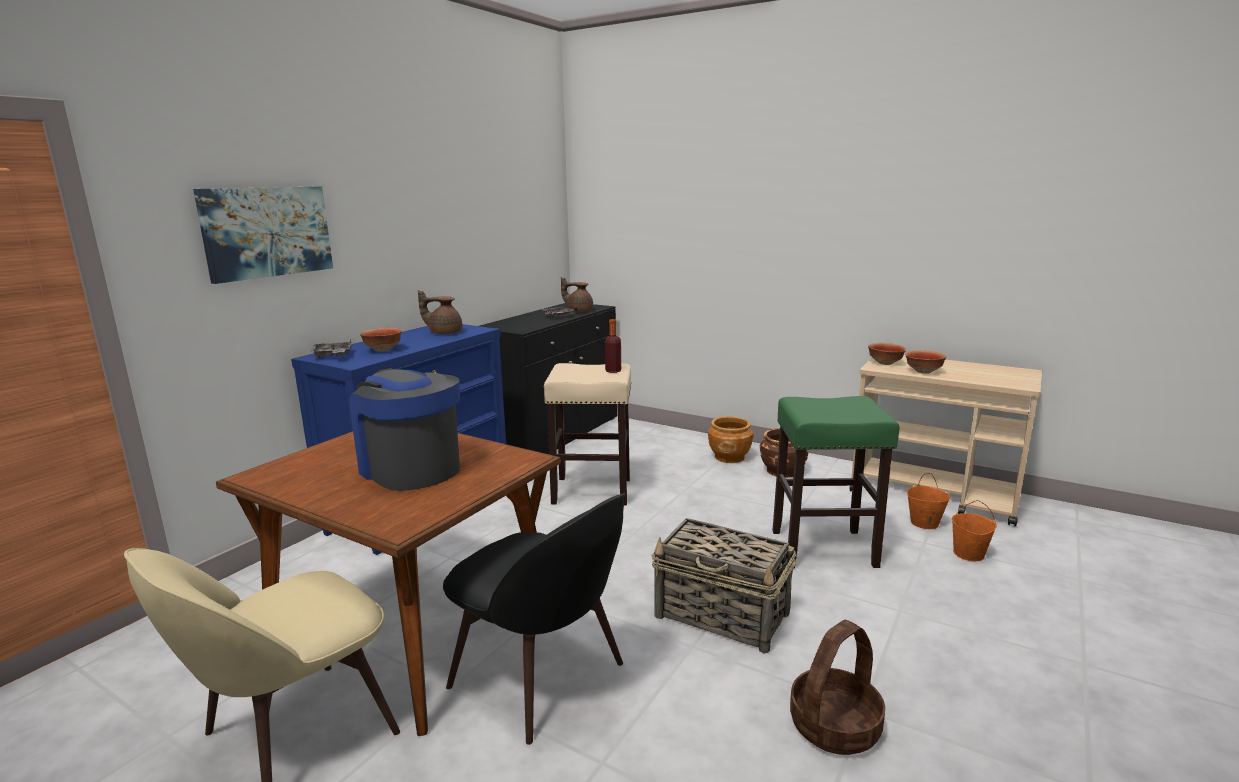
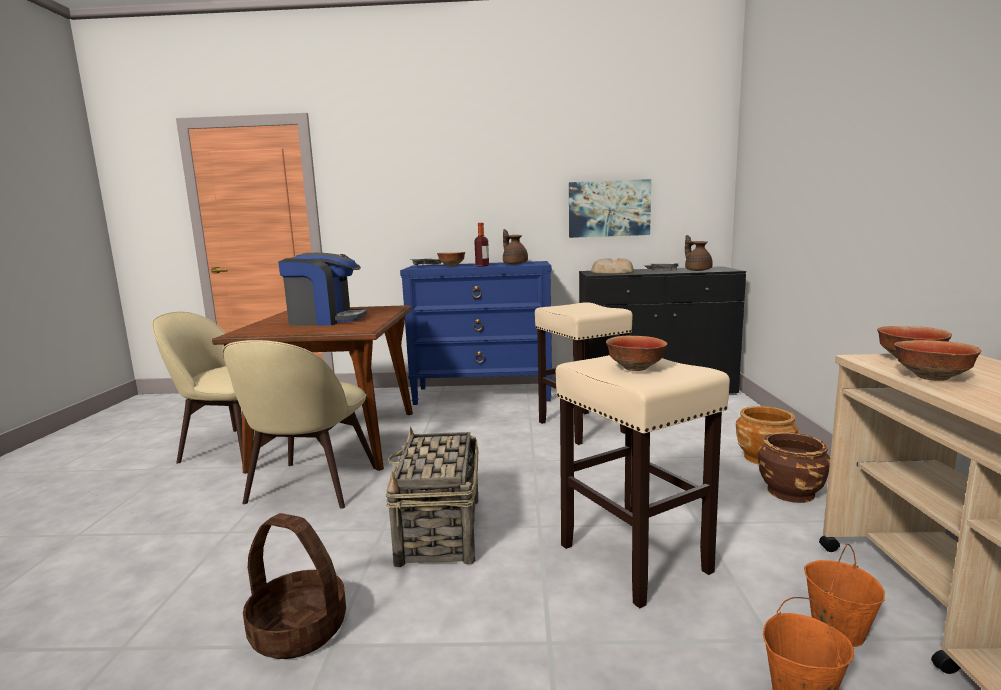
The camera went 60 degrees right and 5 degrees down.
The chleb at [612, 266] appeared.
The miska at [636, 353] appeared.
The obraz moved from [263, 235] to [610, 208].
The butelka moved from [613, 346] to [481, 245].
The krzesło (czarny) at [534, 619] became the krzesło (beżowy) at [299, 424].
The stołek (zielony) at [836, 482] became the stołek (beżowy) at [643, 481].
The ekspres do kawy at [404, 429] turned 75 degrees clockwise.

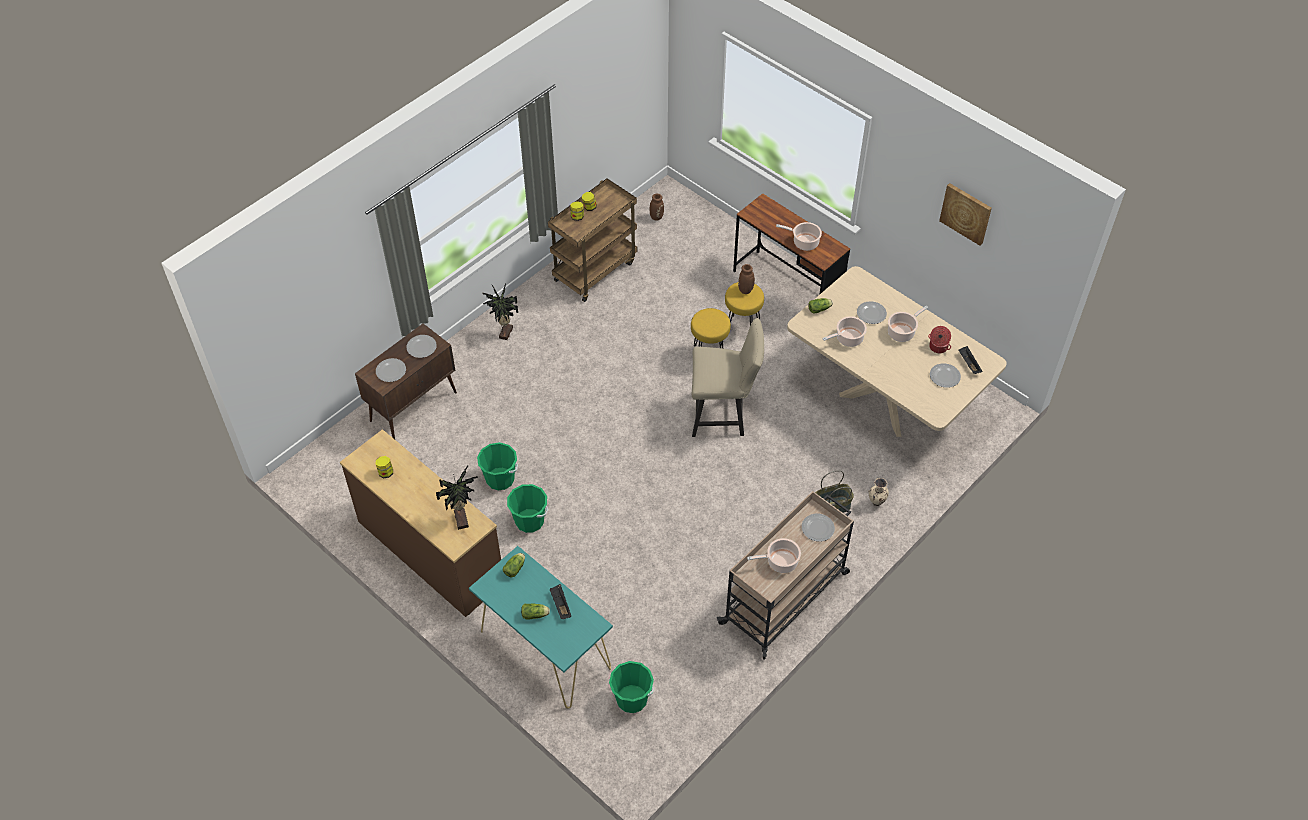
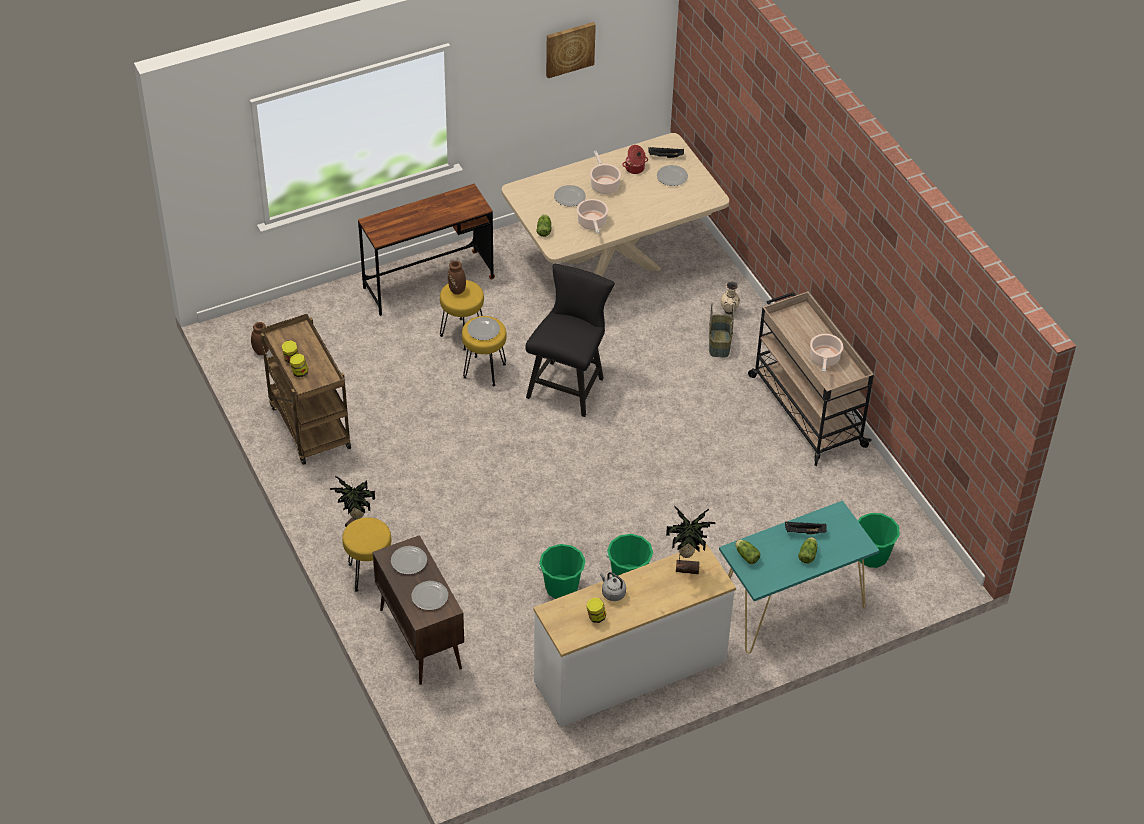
The camera went 70 degrees left and 5 degrees down.
The garnek at [799, 236] disappeared.
The stołek (żółty) at [366, 554] appeared.
The czajnik (szary) at [613, 586] appeared.
The talerz moved from [818, 527] to [483, 328].
The komoda (brązowy) at [420, 523] became the komoda (biały) at [634, 635].
The krzesło (beżowy) at [728, 377] became the krzesło (czarny) at [570, 340].

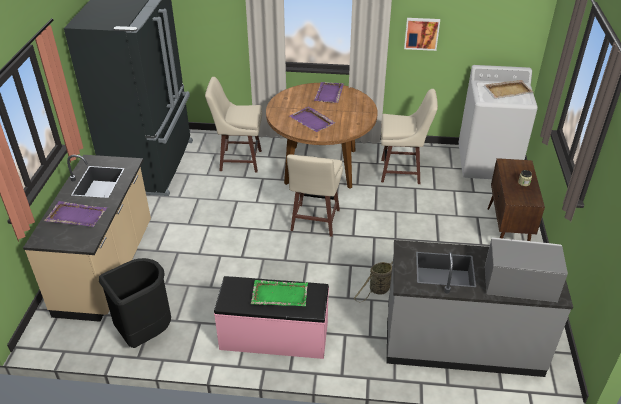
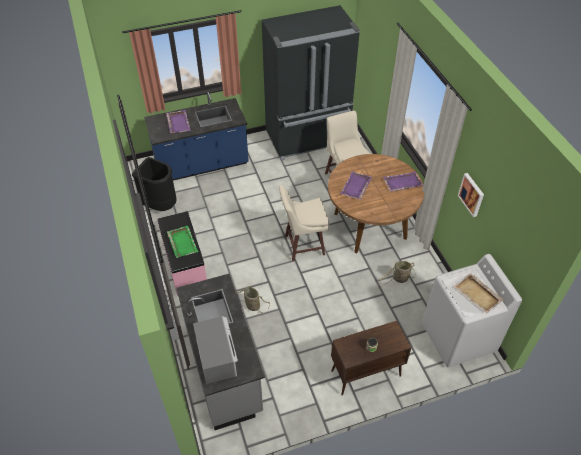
The camera went 65 degrees right and 10 degrees up.
The stołek (beżowy) at [409, 136] was replaced by the koszyk at [397, 272].
The zabudowa kuchenna (beżowy) at [87, 238] became the zabudowa kuchenna (niebieski) at [196, 136].

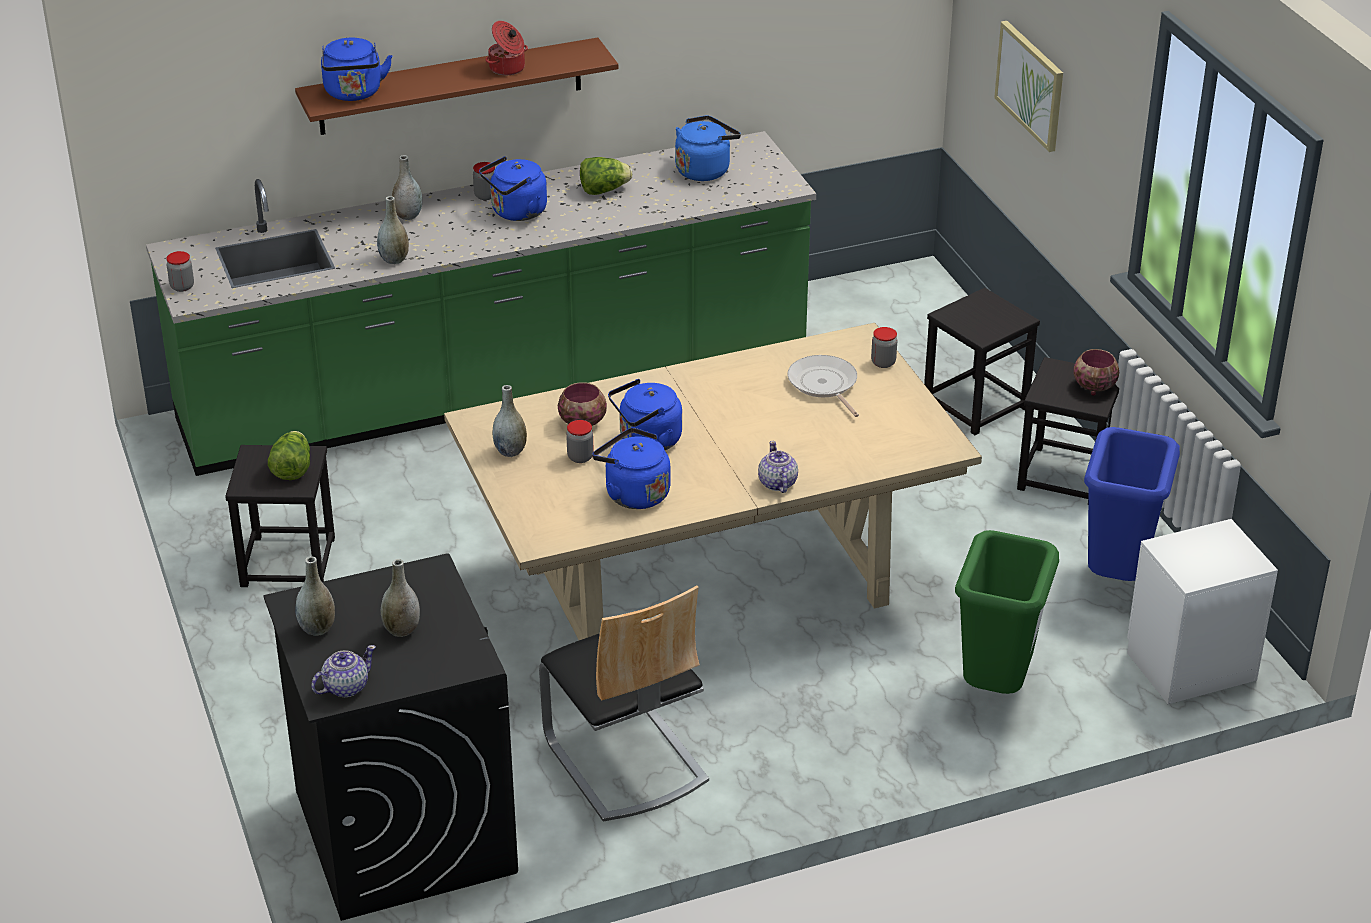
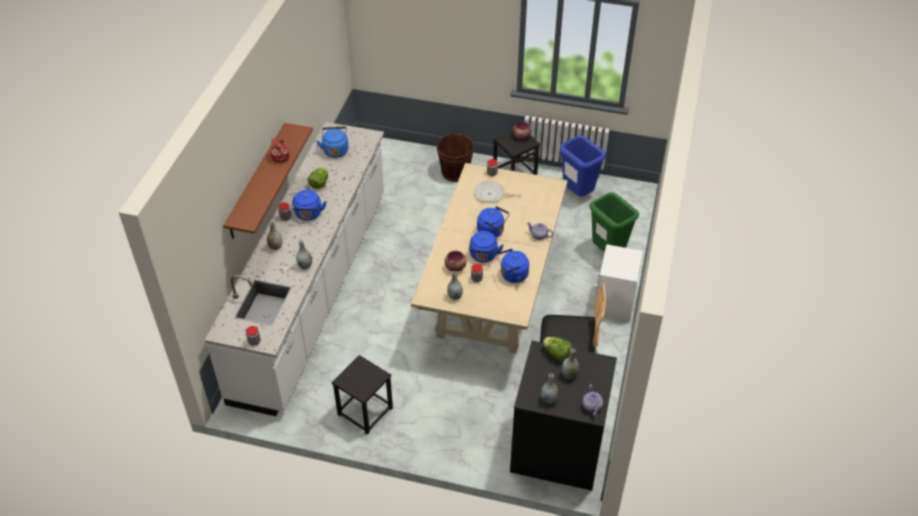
The camera went 55 degrees left and 10 degrees up.
The obraz at [1028, 86] disappeared.
The sałata moved from [289, 455] to [557, 349].
The czajnik (niebieski) moved from [356, 69] to [493, 222].
The szafka nocna (biały) moved from [1202, 611] to [619, 283].
The stołek (czarny) at [982, 361] was replaced by the wiadro (brązowy) at [455, 158].
The zabudowa kuchenna (zielony) at [481, 303] became the zabudowa kuchenna (biały) at [294, 269].

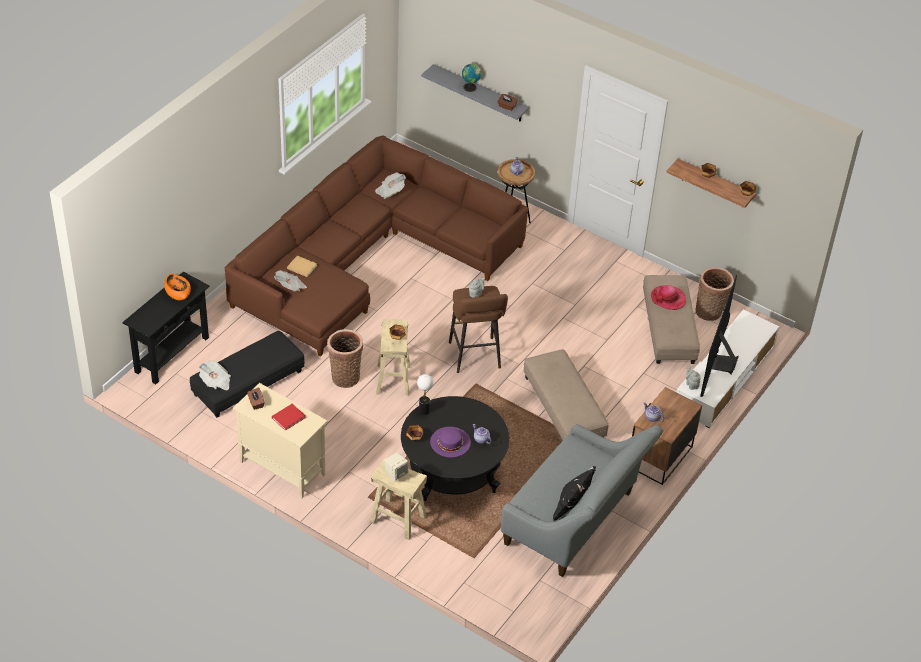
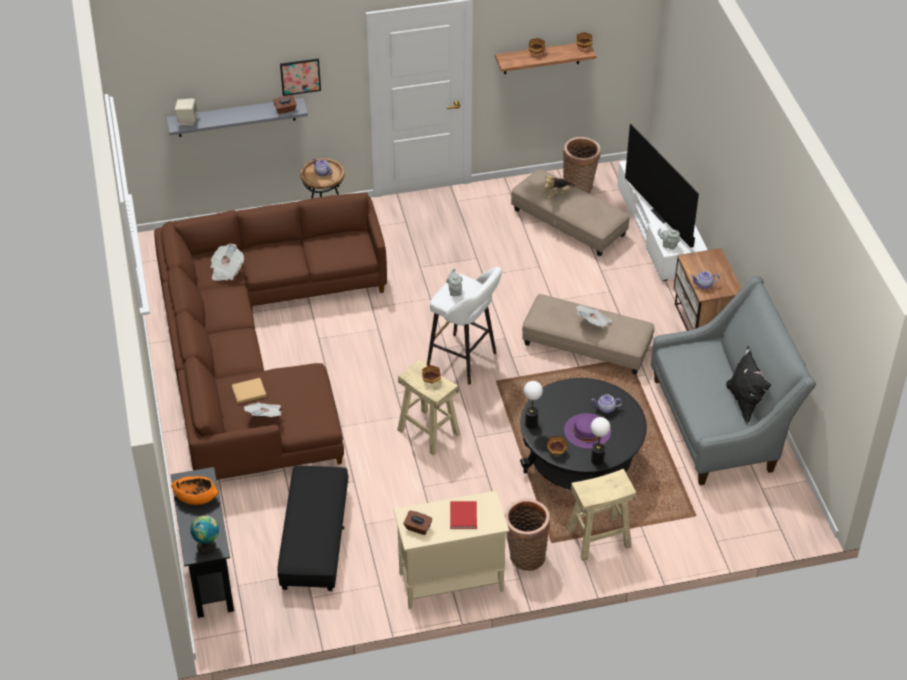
The camera went 45 degrees left and 0 degrees up.
The obraz at [300, 77] appeared.
The lampa stołowa at [600, 441] appeared.
The gazeta moved from [215, 375] to [594, 316].
The koszyk moved from [345, 358] to [527, 534].
The głośnik (beżowy) moved from [397, 467] to [186, 112].
The globus moved from [471, 78] to [204, 534].
The kapelusz at [668, 297] was replaced by the pluszak at [558, 187].
The stołek (brązowy) at [478, 329] became the stołek (biały) at [464, 326].

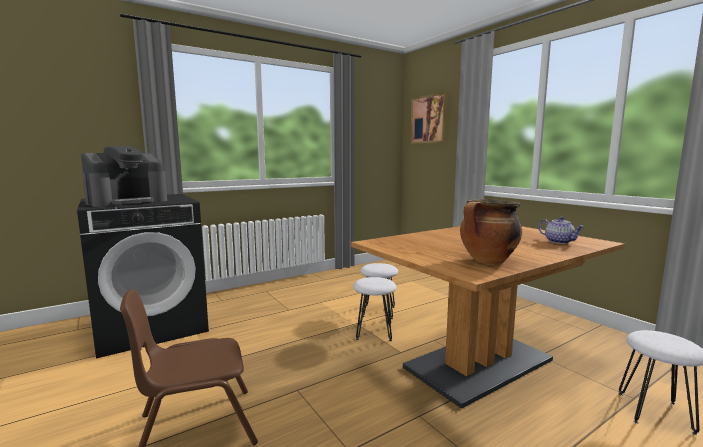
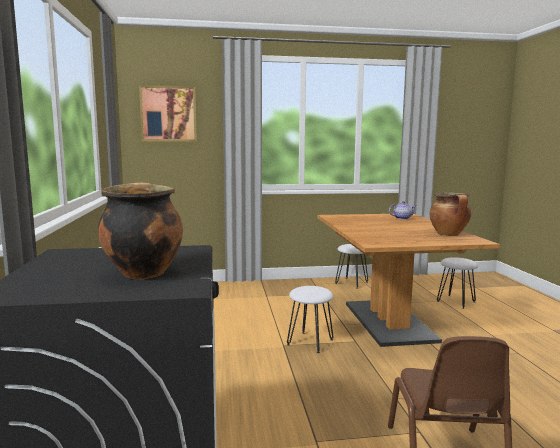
The camera went 65 degrees left and 0 degrees up.
The stołek (biały) moved from [379, 291] to [351, 266].
The ekspres do kawy at [124, 176] was replaced by the garnek at [140, 230].

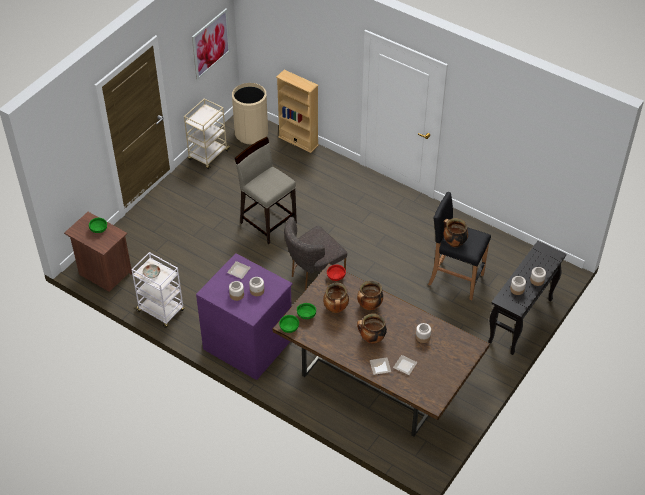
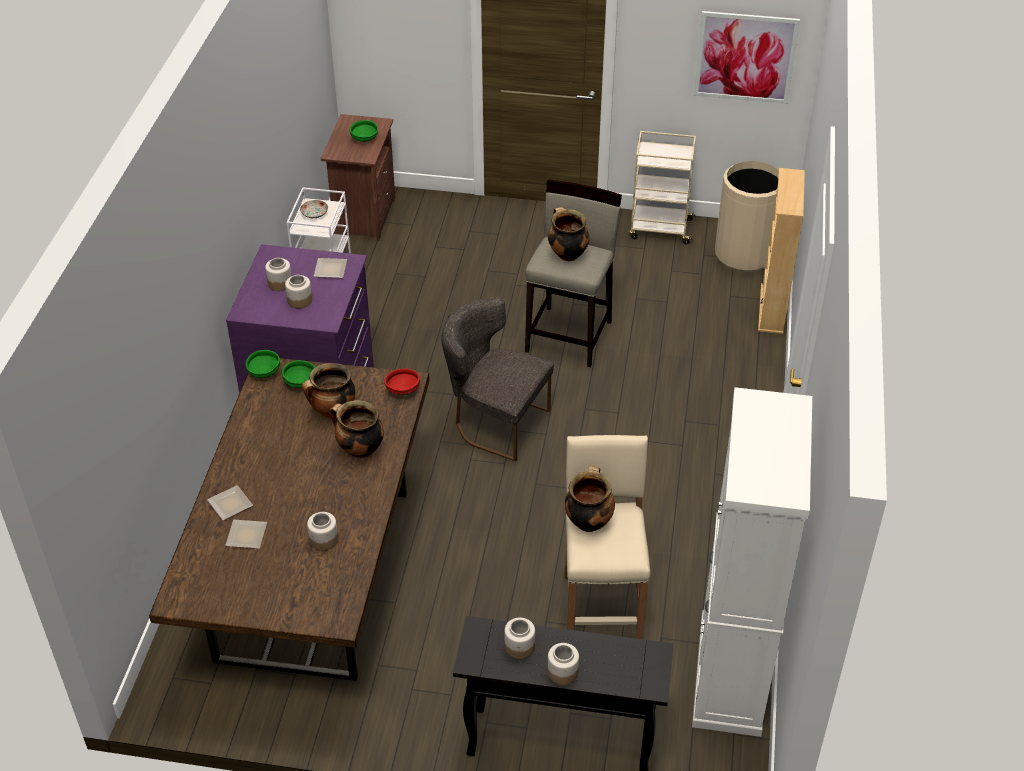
The camera went 65 degrees right and 5 degrees down.
The szafka (biały) at [752, 562] appeared.
The garnek moved from [372, 328] to [568, 234].
The stołek (czarny) at [459, 246] became the stołek (beżowy) at [607, 537].

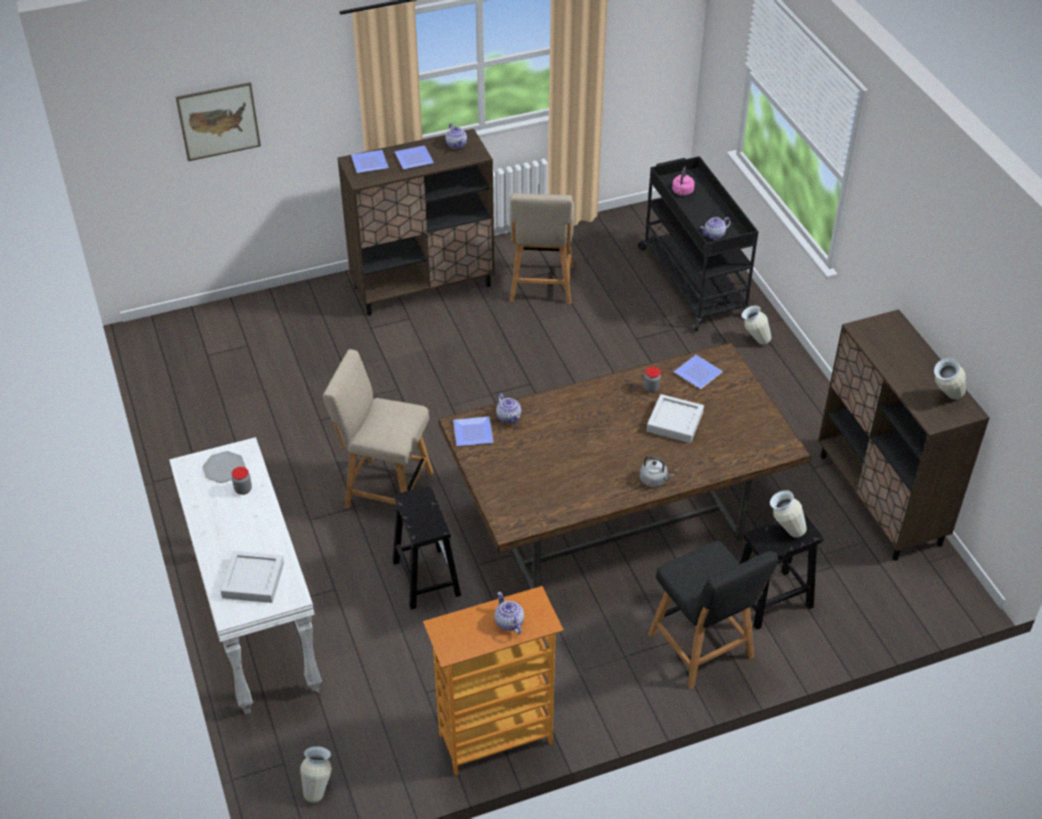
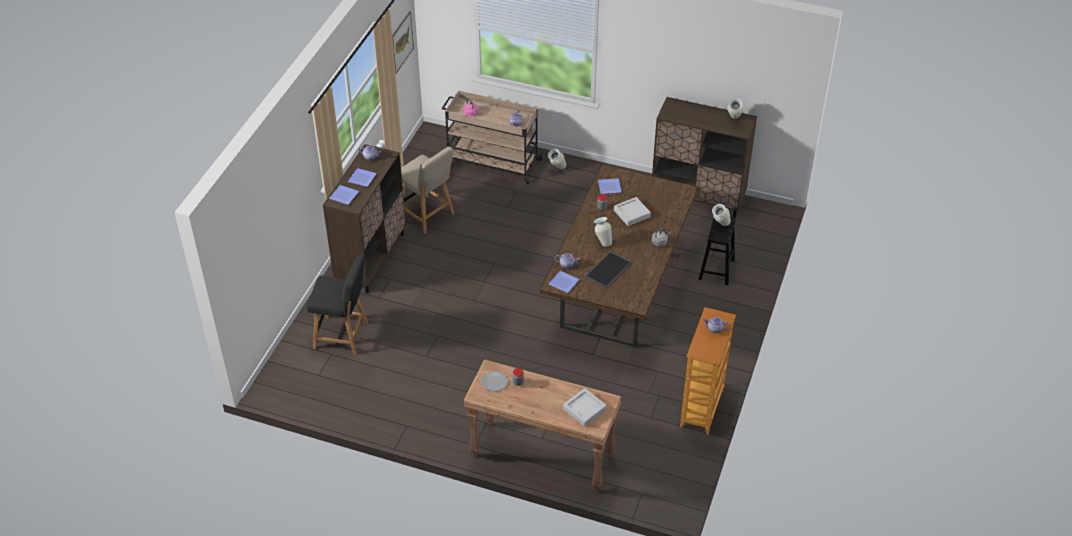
The camera went 50 degrees left and 0 degrees up.
The krzesło (beżowy) at [378, 428] disappeared.
The stołek (czarny) at [427, 548] disappeared.
The taca at [608, 270] appeared.
The obraz moved from [218, 121] to [403, 42].
The wazon moved from [316, 774] to [603, 232].
The krzesło (czarny) moved from [713, 615] to [337, 305].
The stolik konsolowy (biały) at [245, 575] became the stolik konsolowy (brązowy) at [543, 426].
The wózek (czarny) at [698, 244] became the wózek (beżowy) at [492, 137].

